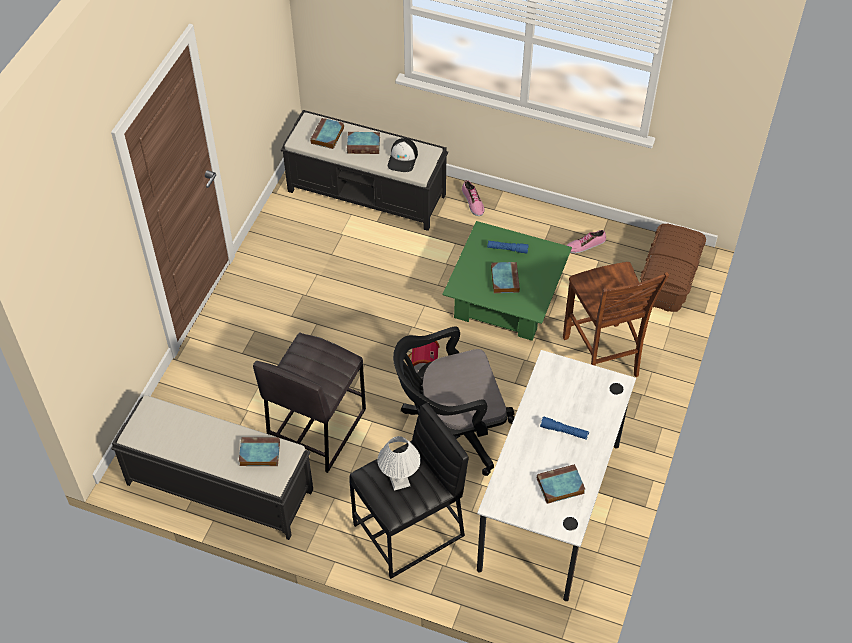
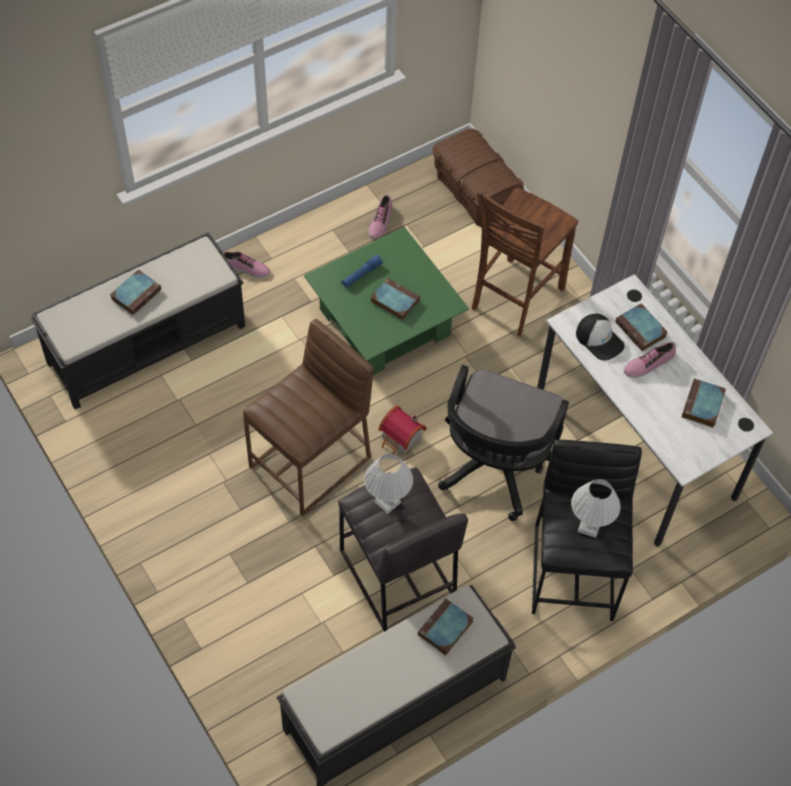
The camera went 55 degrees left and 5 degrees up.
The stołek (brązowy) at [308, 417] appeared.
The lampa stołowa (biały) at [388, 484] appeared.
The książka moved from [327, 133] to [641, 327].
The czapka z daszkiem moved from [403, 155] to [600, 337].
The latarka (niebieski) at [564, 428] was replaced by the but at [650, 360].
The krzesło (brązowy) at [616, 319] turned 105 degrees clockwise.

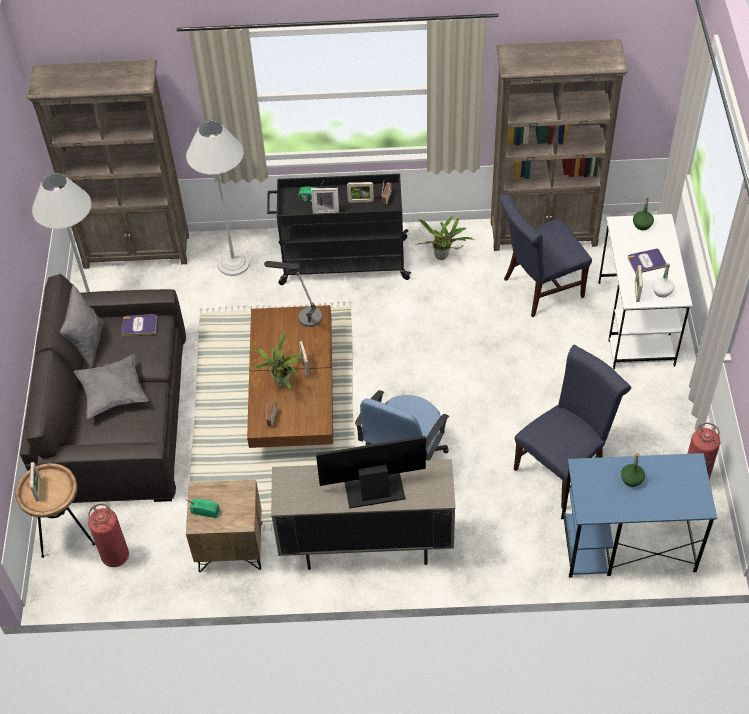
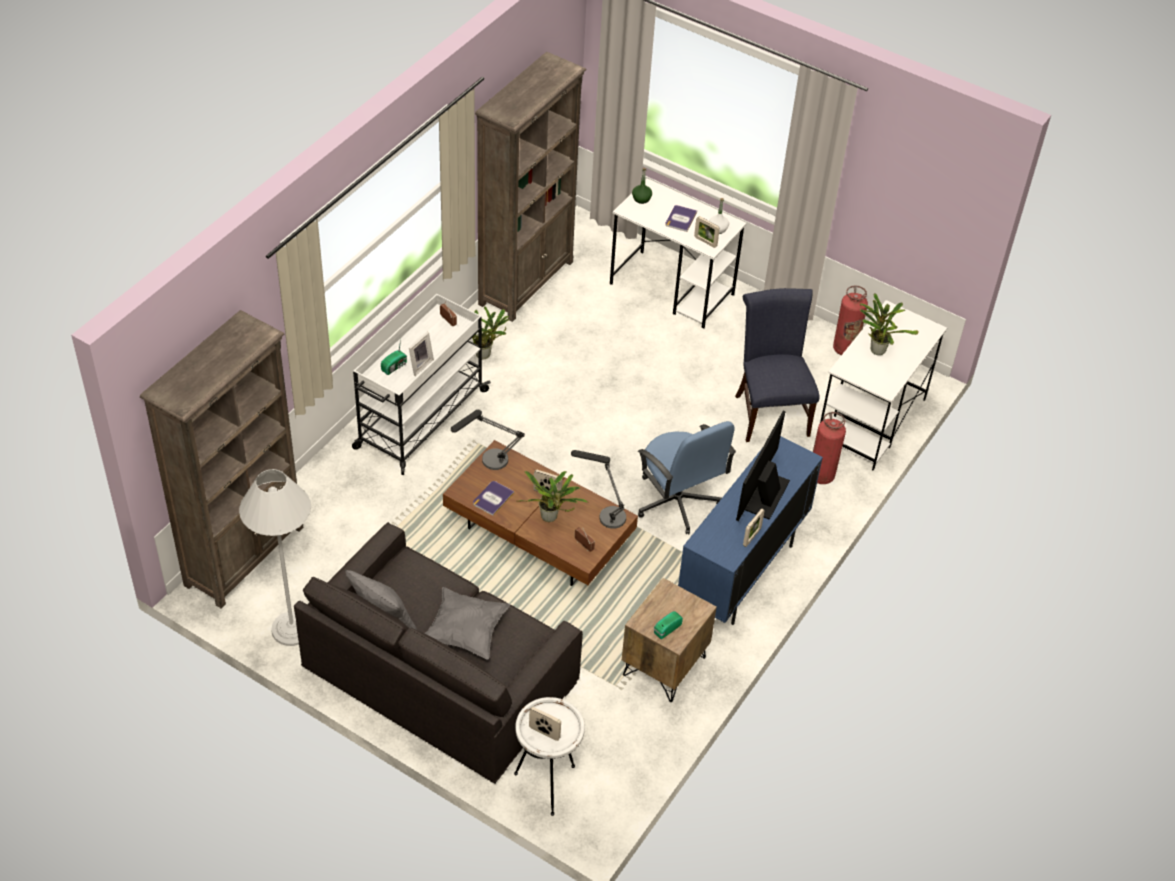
The camera went 60 degrees left and 5 degrees down.
The lampa stojąca (biały) at [218, 198] disappeared.
The krzesło (niebieski) at [545, 256] disappeared.
The lampa stołowa at [598, 489] appeared.
The gaśnica moved from [108, 535] to [829, 448].
The książka moved from [139, 325] to [493, 498].
The ramka na zdjęcie moved from [360, 192] to [754, 527].
The butelka (zielony) at [633, 470] was replaced by the roślina doniczkowa at [889, 324].
The stolik (brązowy) at [55, 510] became the stolik (biały) at [549, 756].
The wózek (czarny) at [339, 229] became the wózek (biały) at [421, 384].
The szafka (beżowy) at [363, 514] became the szafka (niebieski) at [750, 530].
The biurko (niebieski) at [639, 515] became the biurko (biały) at [883, 385].

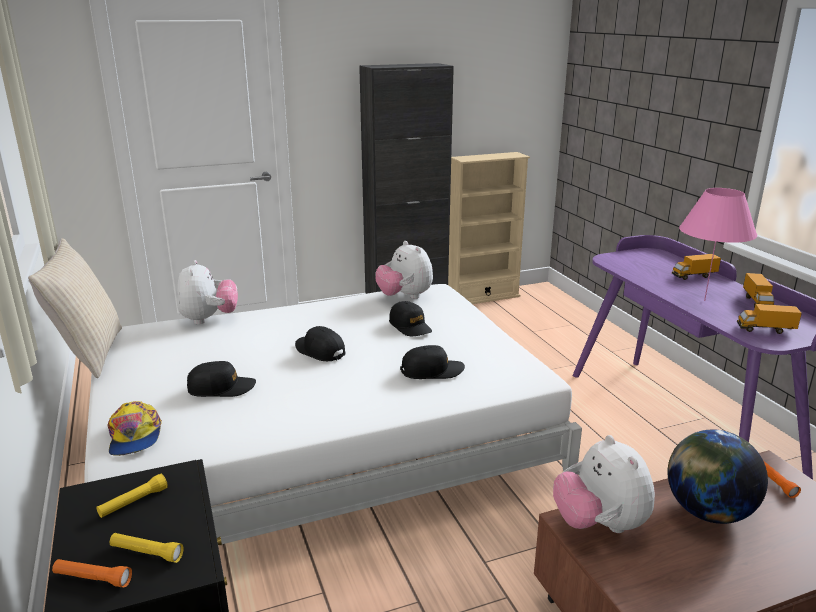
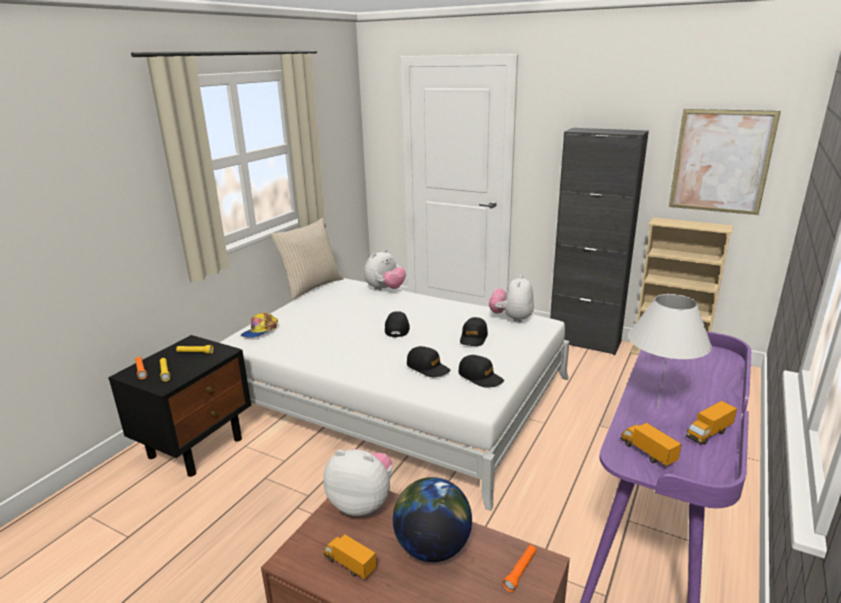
The camera went 50 degrees right and 0 degrees up.
The obraz at [725, 162] appeared.
The czapka z daszkiem (czarny) moved from [221, 379] to [481, 371].
The ciężarówka zabawkowa moved from [696, 267] to [350, 556].
The lampa stołowa (różowy) at [718, 244] became the lampa stołowa (biały) at [670, 351].
The pluszak at [604, 484] turned 75 degrees clockwise.

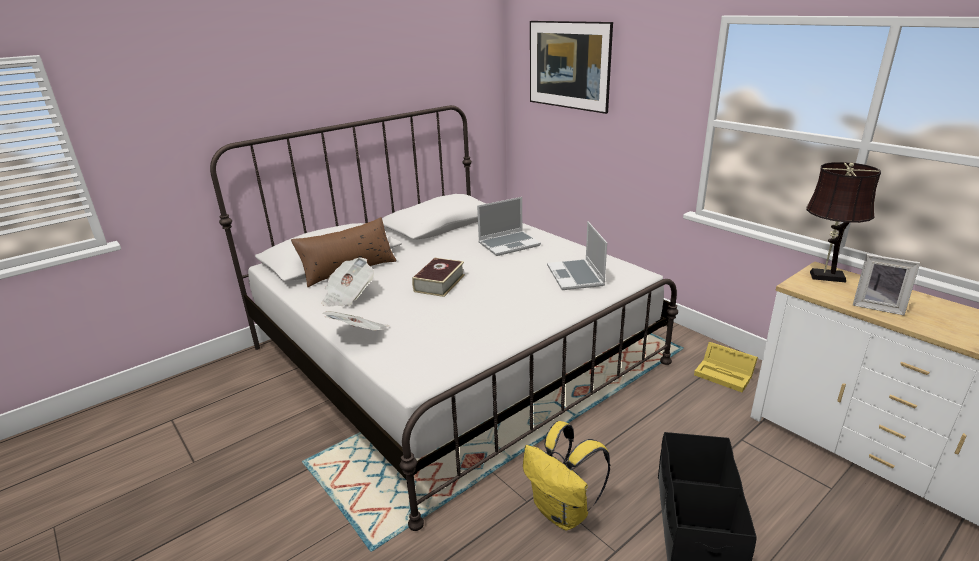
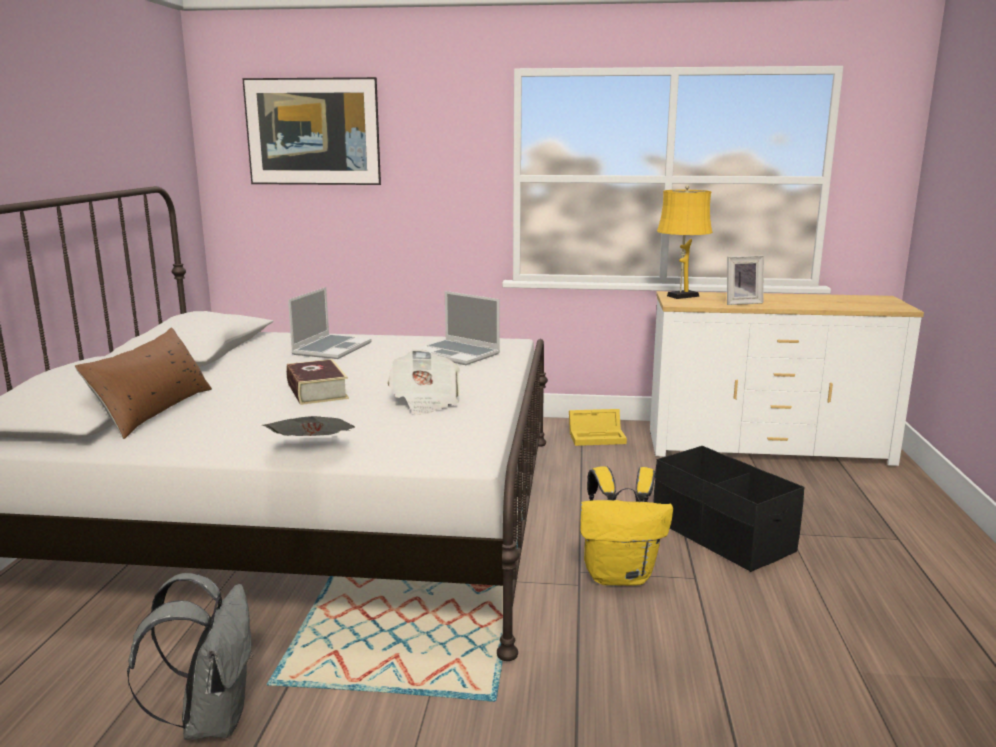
The camera went 45 degrees left and 10 degrees down.
The plecak (szary) at [190, 656] appeared.
The gazeta moved from [347, 282] to [423, 382].
The lampa stołowa (brązowy) at [843, 222] became the lampa stołowa (żółty) at [685, 242].

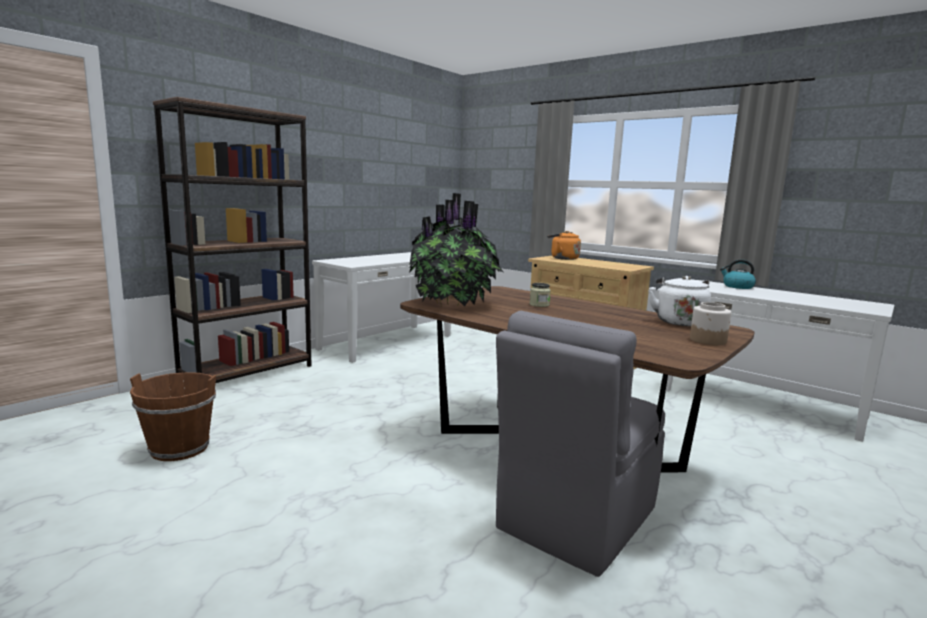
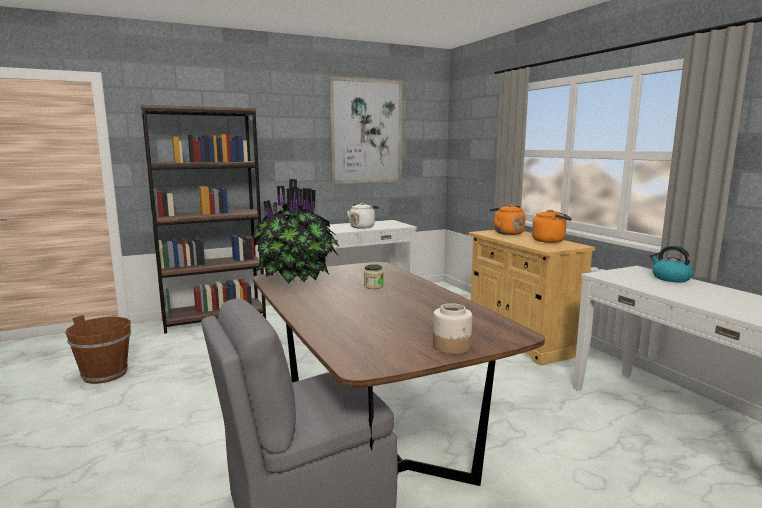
The camera went 25 degrees right and 0 degrees up.
The obraz at [365, 130] appeared.
The czajnik (pomarańczowy) at [552, 226] appeared.
The czajnik (biały) moved from [679, 301] to [363, 216].

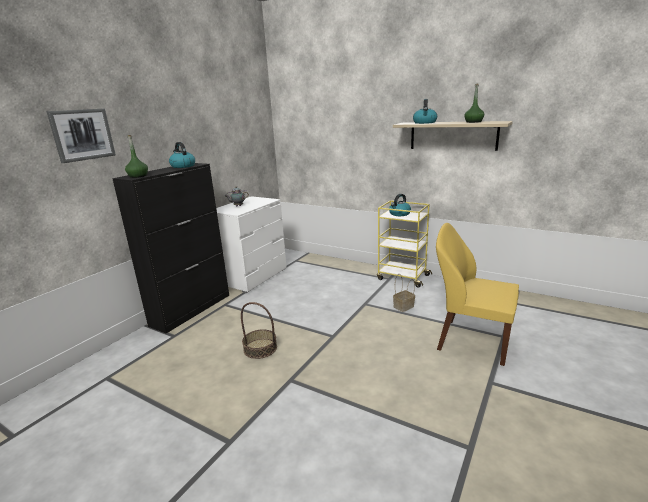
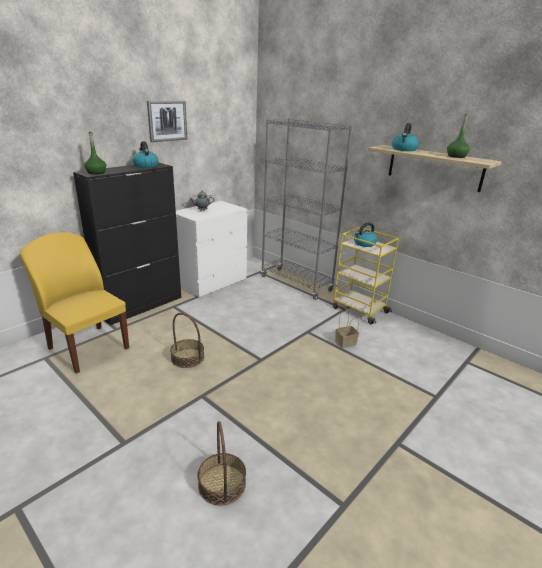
The camera went 10 degrees right and 5 degrees up.
The koszyk at [222, 463] appeared.
The regał (szary) at [306, 209] appeared.
The obraz moved from [81, 136] to [167, 121].
The krzesło (żółty) moved from [477, 294] to [74, 303].

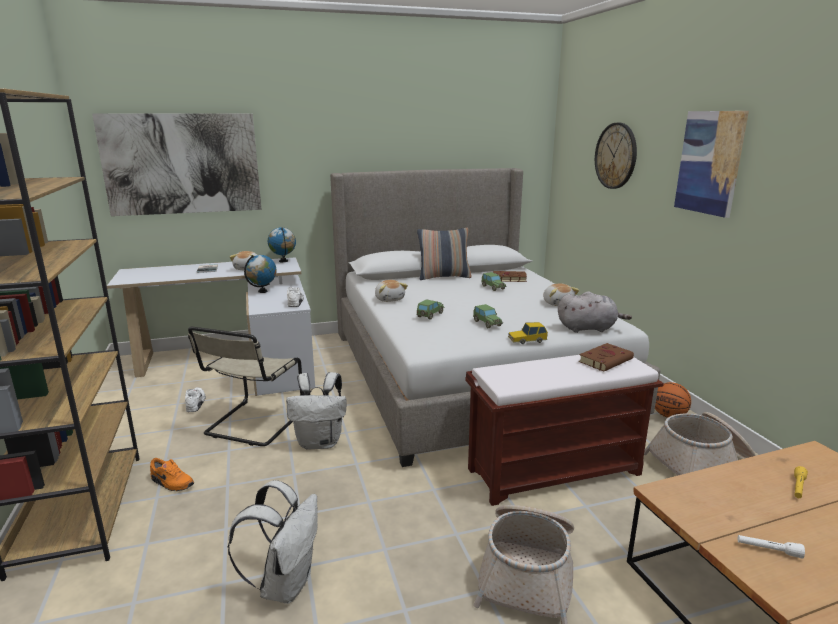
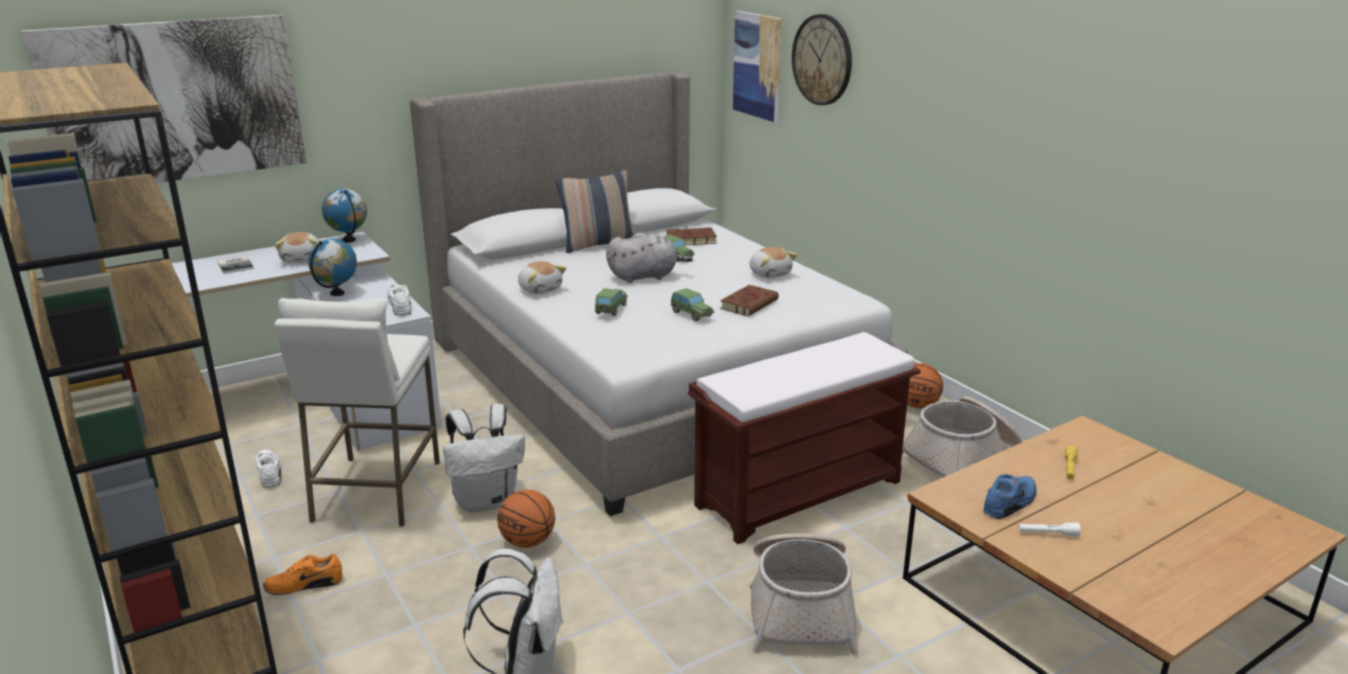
The camera went 15 degrees left and 5 degrees up.
The samochodzik at [528, 333] disappeared.
The piłka do koszykówki at [526, 519] appeared.
The but (niebieski) at [1010, 496] appeared.
The pluszak (szary) moved from [595, 312] to [649, 258].
The książka (brązowy) moved from [606, 357] to [749, 300].
The obraz moved from [711, 164] to [757, 66].
The krzesło (beżowy) at [245, 386] was replaced by the stołek (biały) at [357, 412].
The but (pomarańczowy) at [172, 474] turned 150 degrees clockwise.

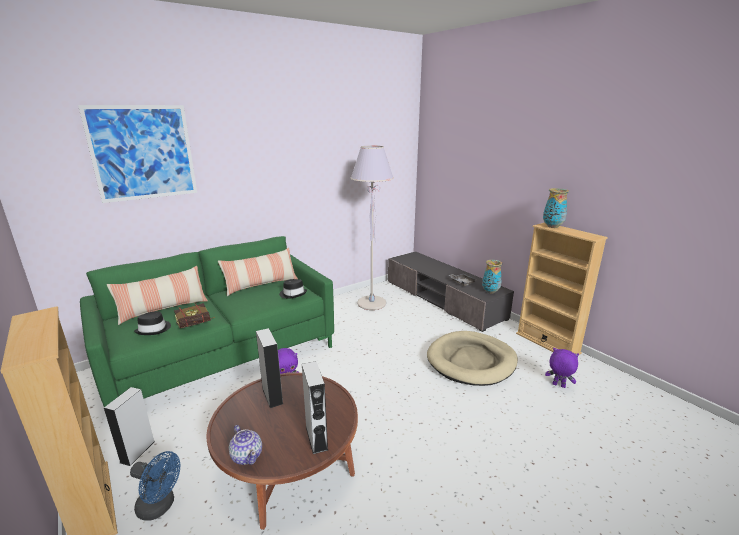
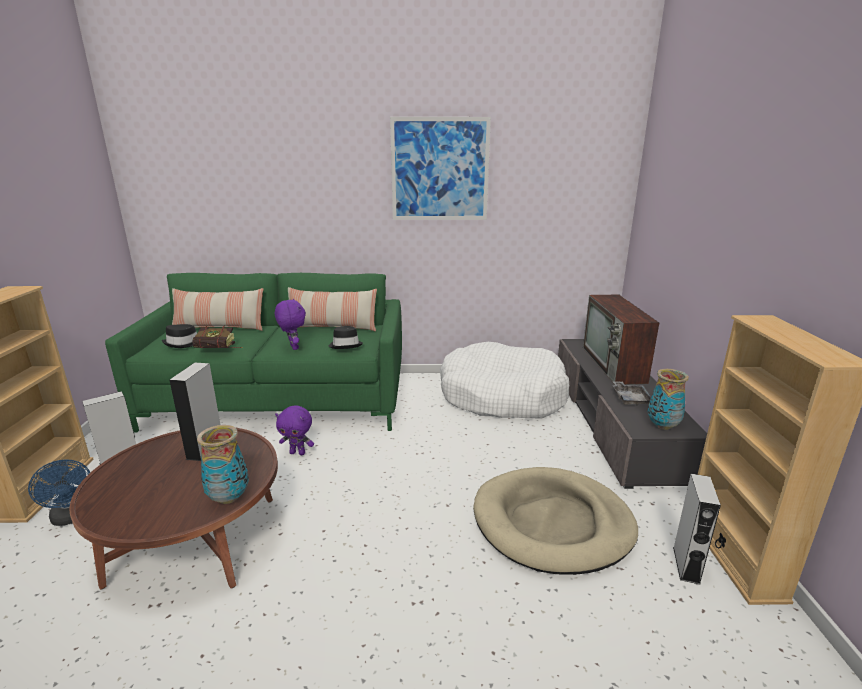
The camera went 35 degrees right and 0 degrees up.
The imbryk at [245, 445] disappeared.
The telewizor at [621, 339] appeared.
The obraz moved from [137, 154] to [440, 168].
The głośnik (szary) moved from [315, 407] to [697, 529].
The wazon moved from [556, 208] to [223, 464].
The pluszak (fioletowy) moved from [562, 368] to [290, 324].
The lampa stojąca (szary) at [372, 228] was replaced by the legowisko (biały) at [504, 380].

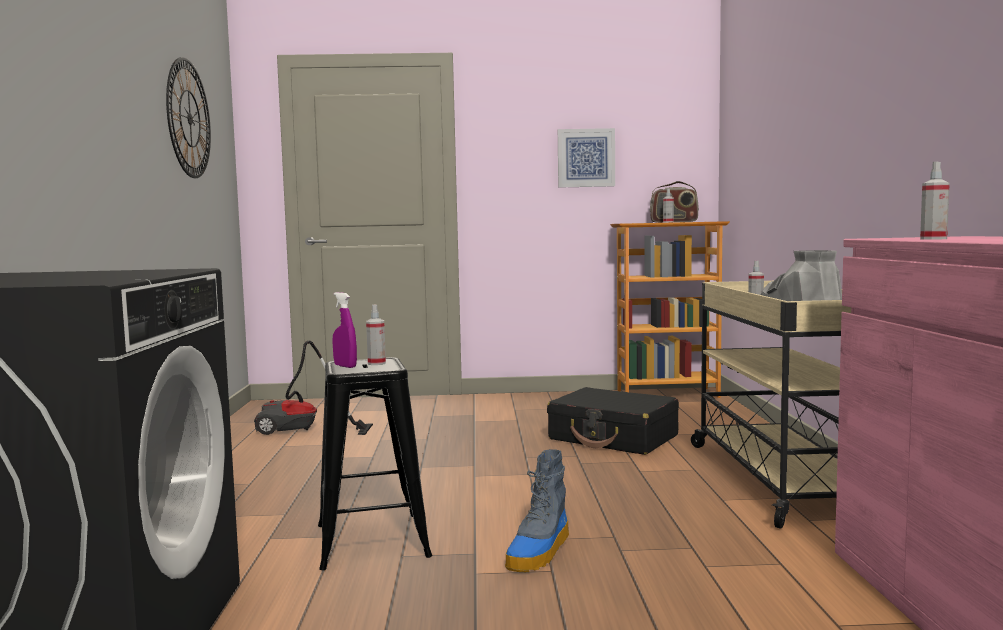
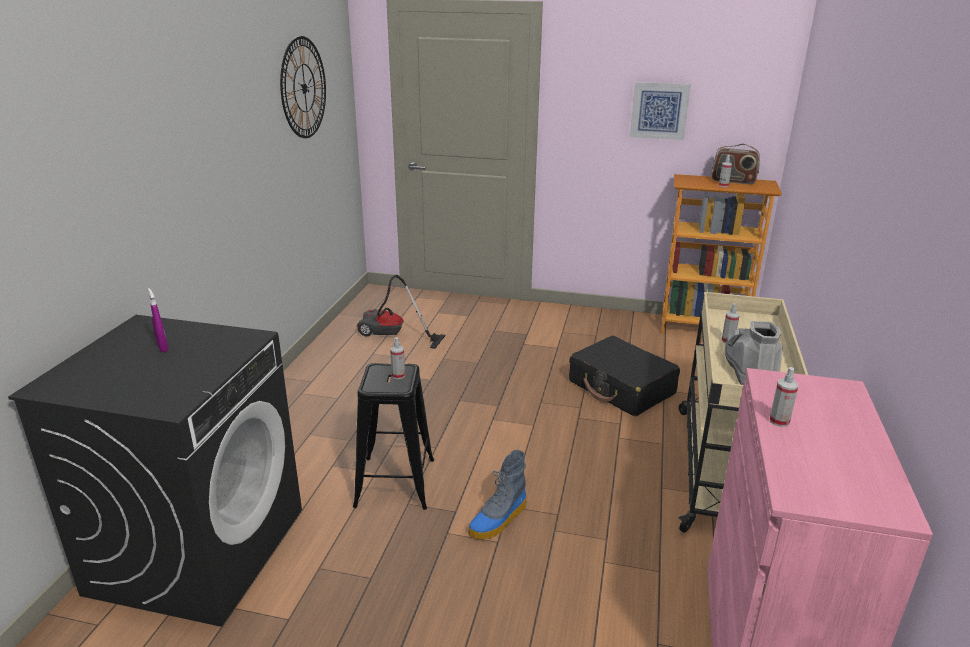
The camera went 15 degrees right and 20 degrees up.
The spryskiwacz (fioletowy) moved from [344, 330] to [158, 320].

